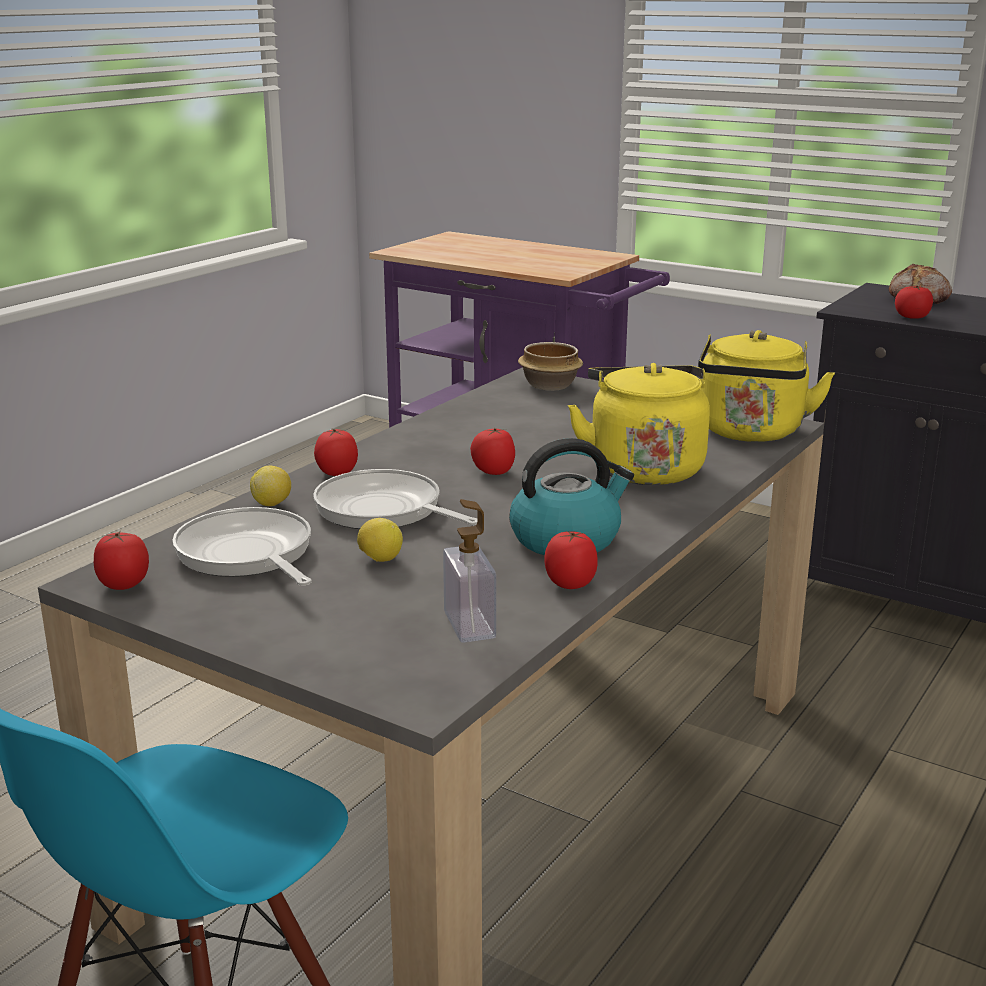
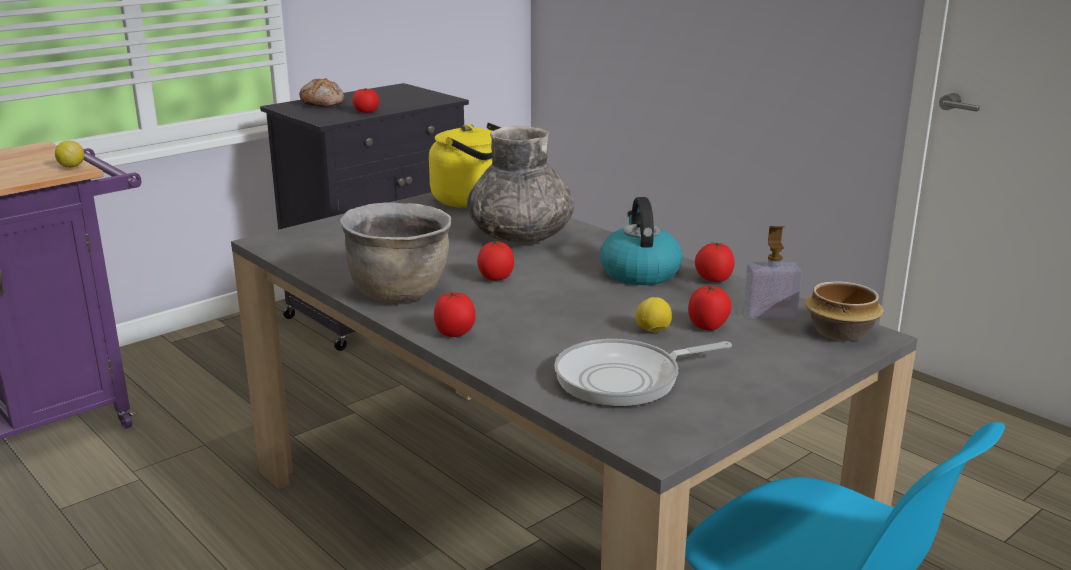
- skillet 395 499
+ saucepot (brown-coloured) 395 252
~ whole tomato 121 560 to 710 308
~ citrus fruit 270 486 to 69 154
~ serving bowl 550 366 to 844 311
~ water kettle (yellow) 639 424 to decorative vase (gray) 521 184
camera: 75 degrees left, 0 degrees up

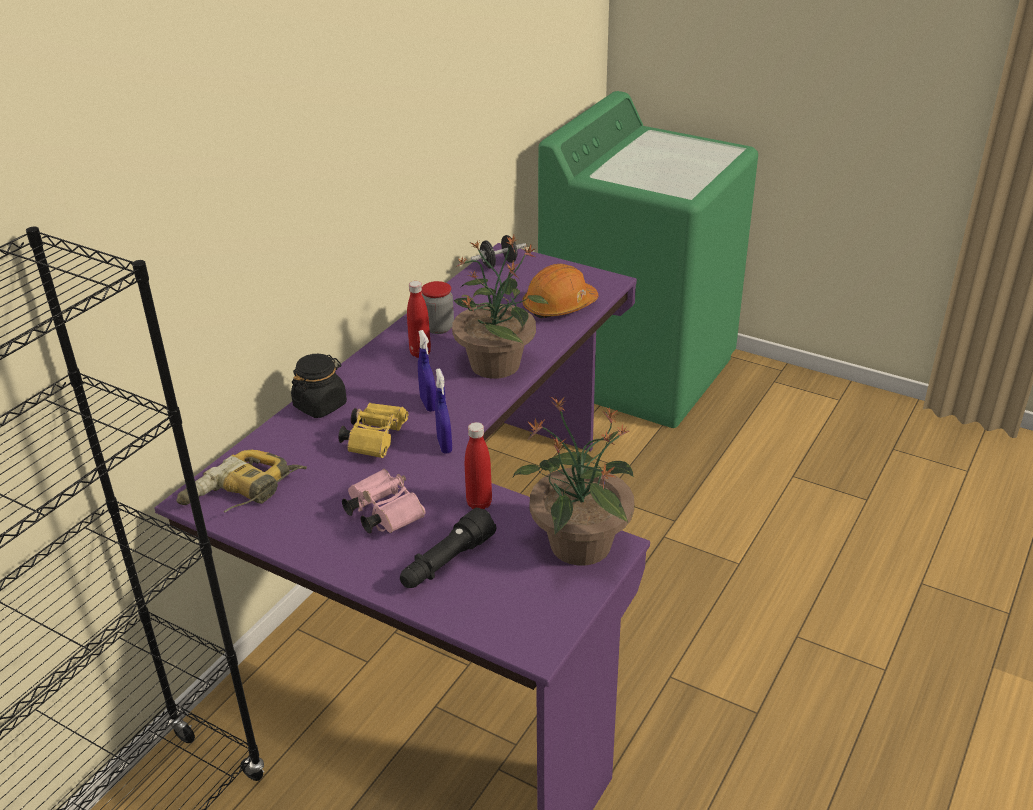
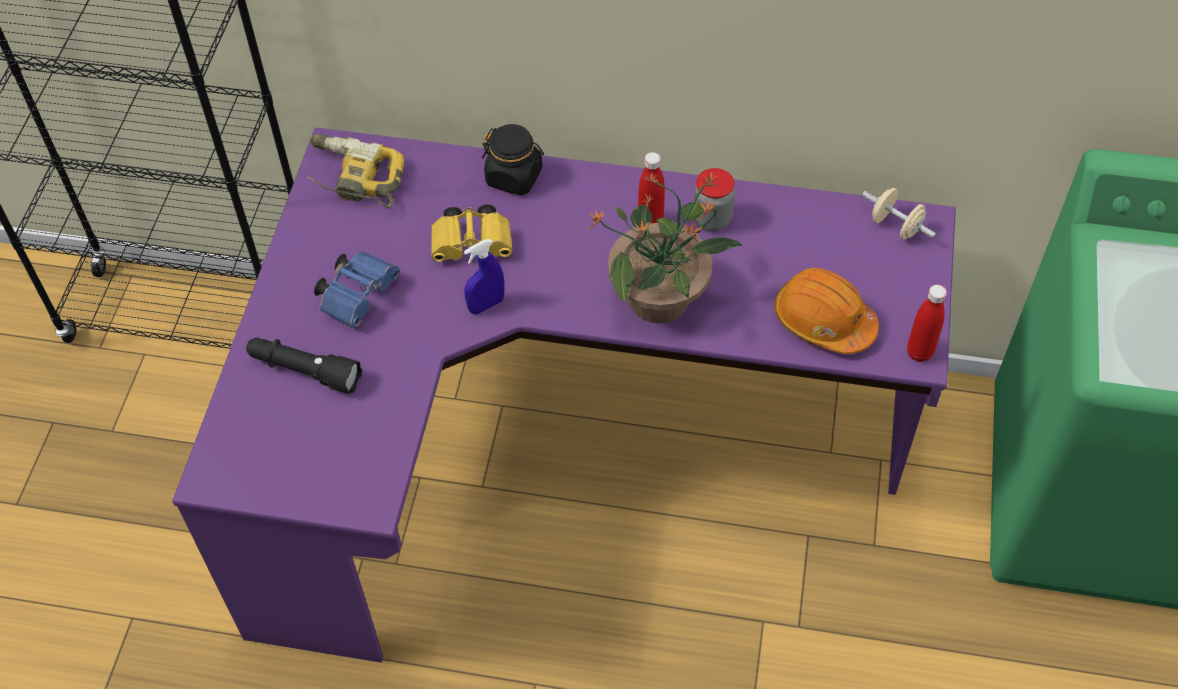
- sprayer (blue-coloured) 427 371
- houseplant 573 481
~ beverage bottle (red-coloured) 478 465 to 927 323
~ binoculars (pink) 384 501 to binoculars (blue-coloured) 357 290
~ free weight (black-coloured) 499 251 to free weight (beige) 899 213
camera: 70 degrees right, 20 degrees up

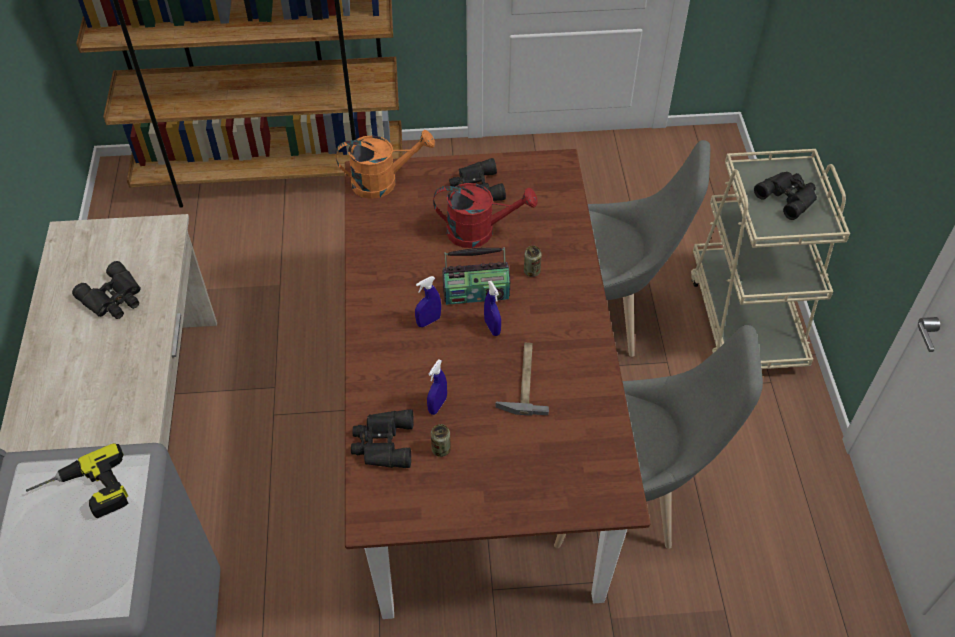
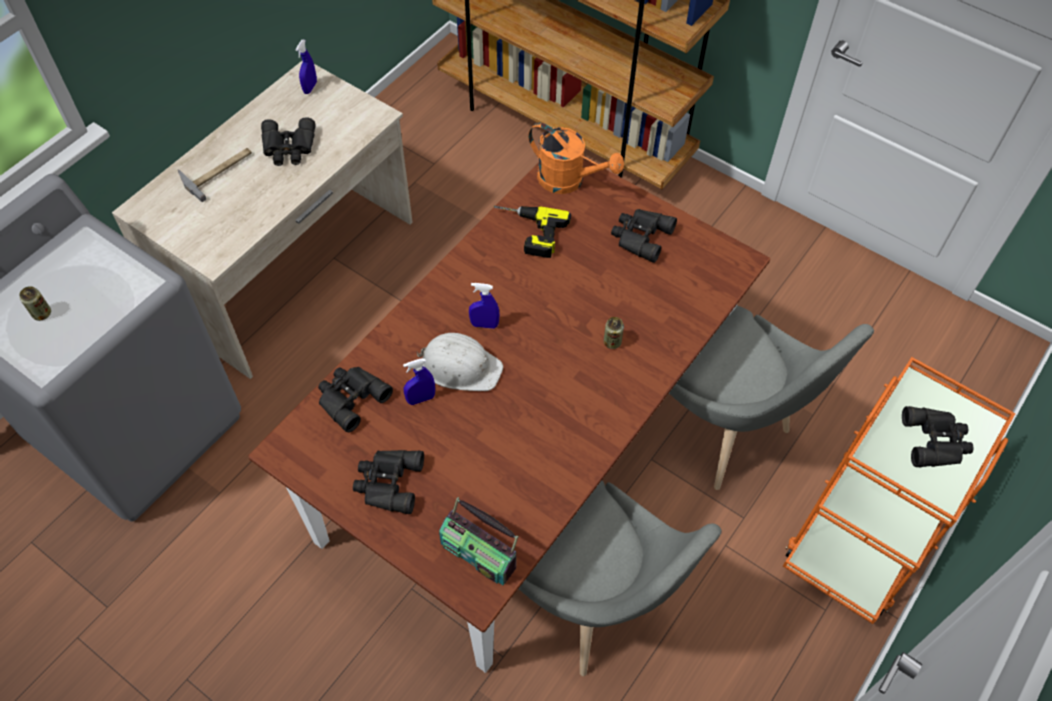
- watering can (red-coloured) 485 215
+ binoculars (black-coloured) 388 482
+ safety helmet (white-coloured) 459 362
~ power drill 77 480 to 532 232
~ metal can 441 440 to 35 303
~ radio 476 276 to 478 541
~ sprayer (blue-coloured) 492 308 to 306 67
~ tool hammer 522 379 to 215 175
~ cart (beige) 770 259 to cart (orangey) 899 490
camera: 40 degrees right, 5 degrees up

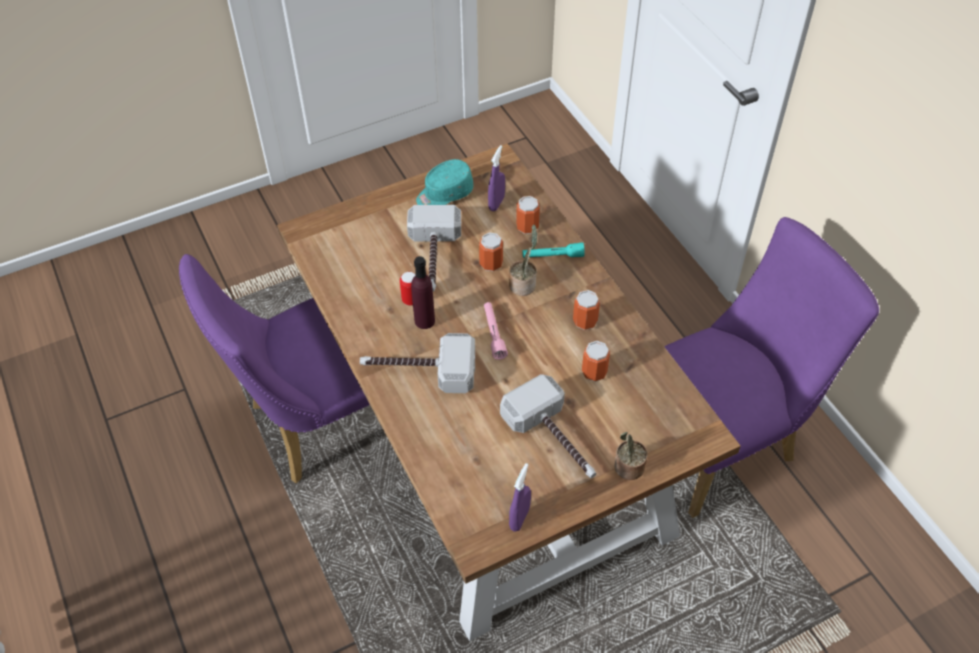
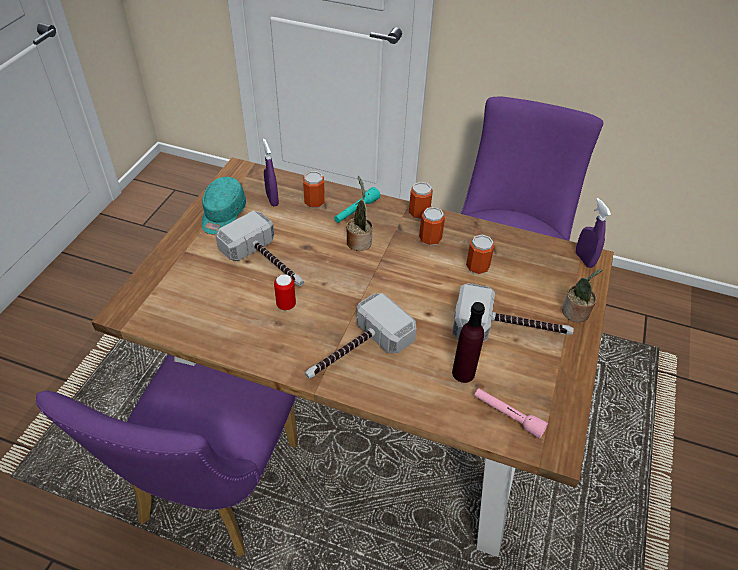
~ beverage bottle (purplish) 423 292 to 468 342
~ metal can 491 251 to 421 201
~ flashlight (pink) 496 331 to 511 413
~ sprayer (purplish) 520 497 to 593 233
camera: 45 degrees left, 5 degrees down

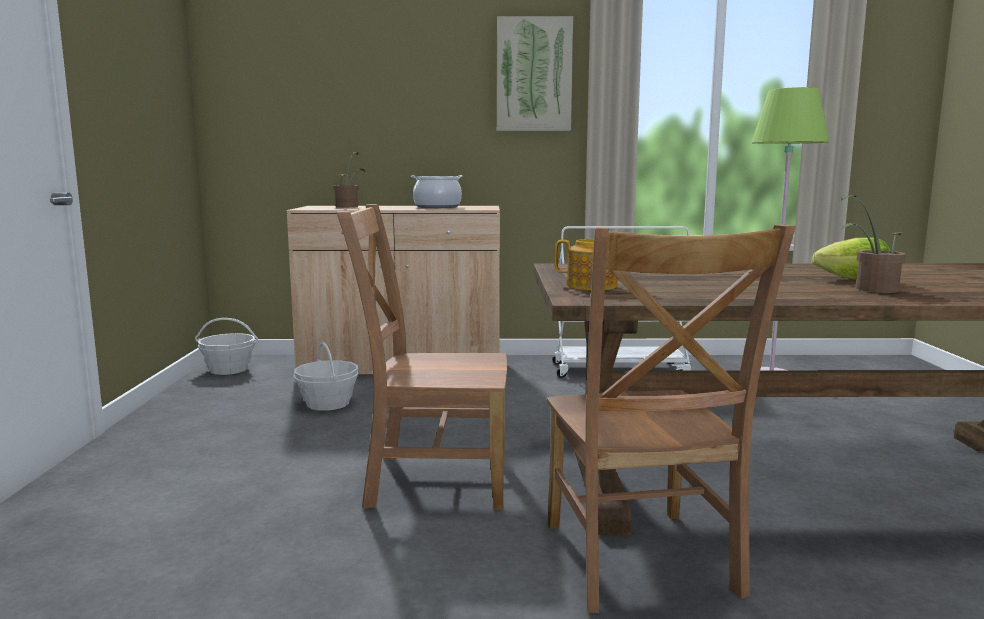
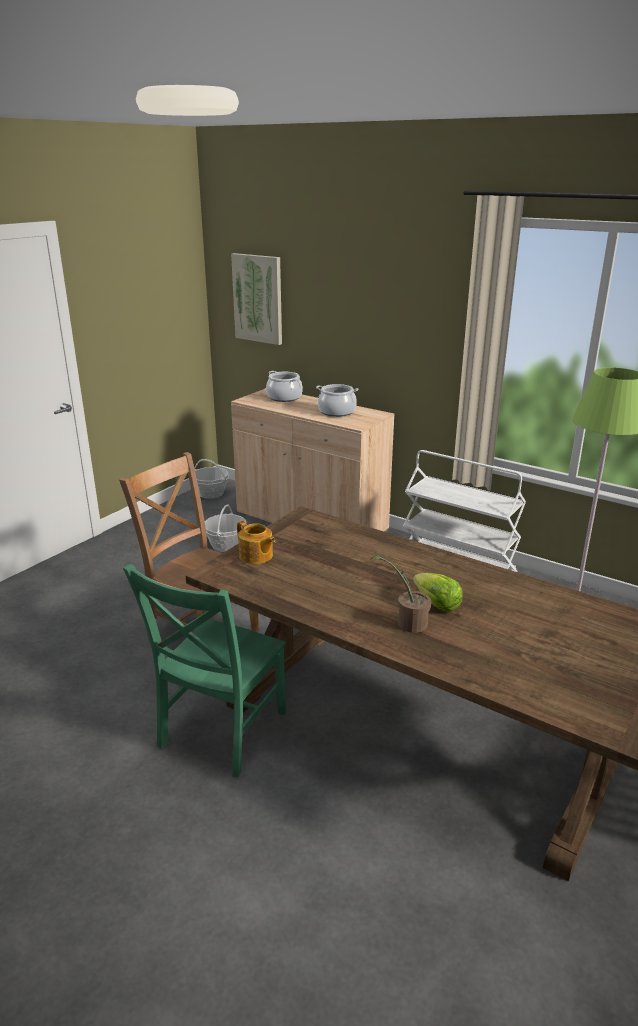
~ wall picture 535 74 to 256 299
~ houseplant 349 180 to saucepot 284 386
~ upright chair (brown-coloured) 671 419 to upright chair (green) 205 670
camera: 35 degrees right, 15 degrees up

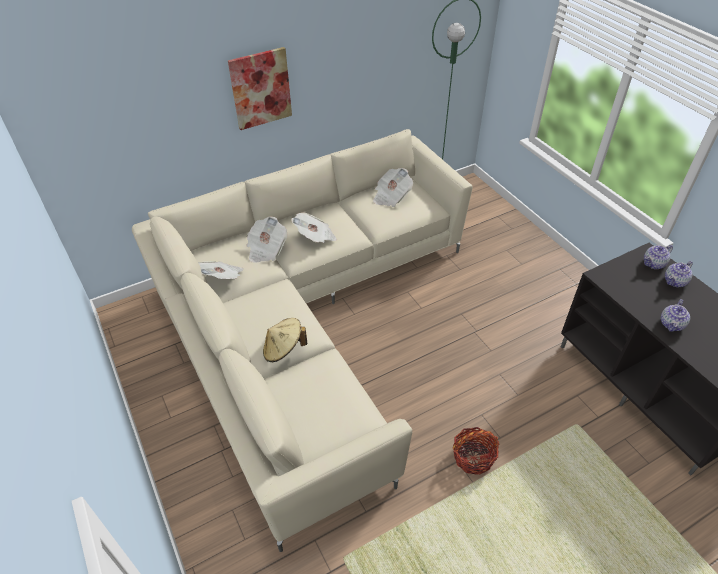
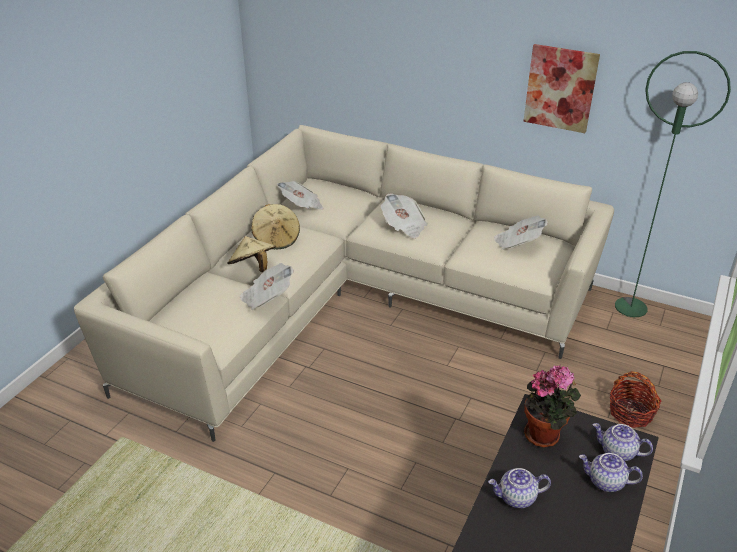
+ clothing hat (beige) 275 226
+ houseplant 552 406
~ wall picture 260 88 to 561 88
~ newspaper 267 239 to 266 286
~ storage basket 476 451 to 635 399
camera: 55 degrees right, 10 degrees down

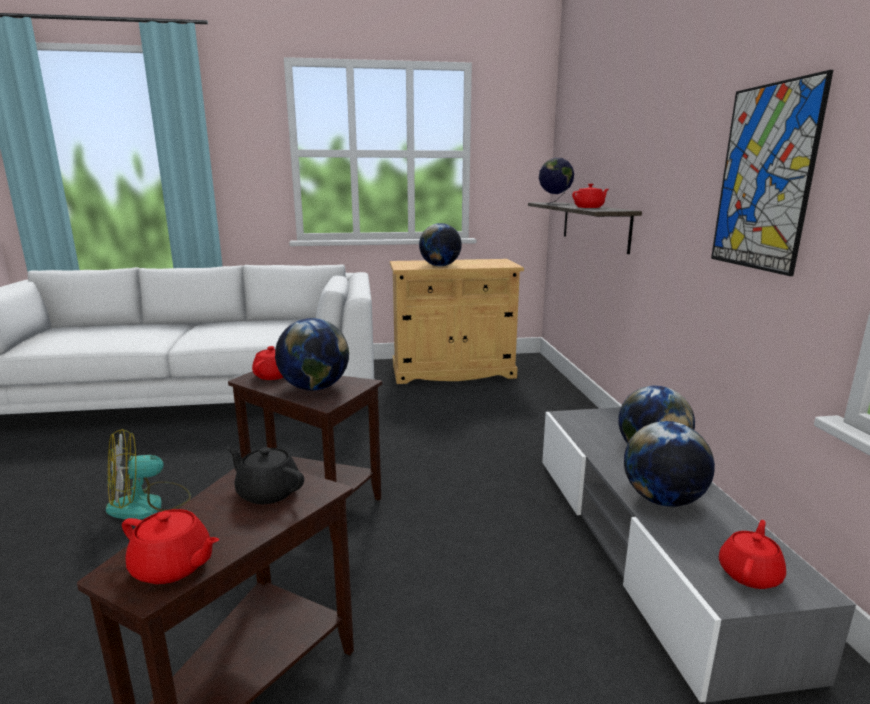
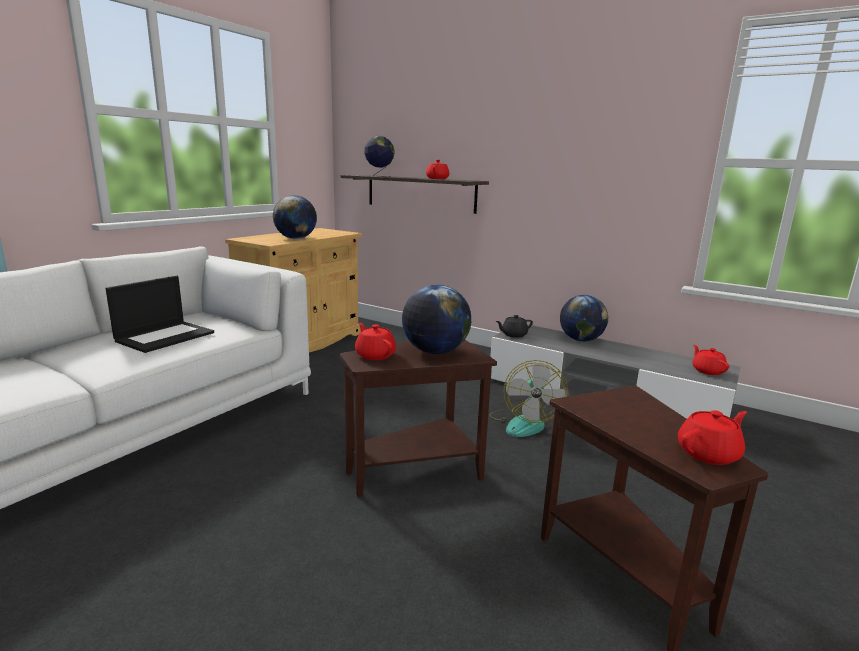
- globe 669 464
- wall picture 772 173
+ laptop 159 314
~ electric fan 148 474 to 528 398
~ pot for tea (black-coloured) 265 475 to 514 326
camera: 50 degrees left, 0 degrees up

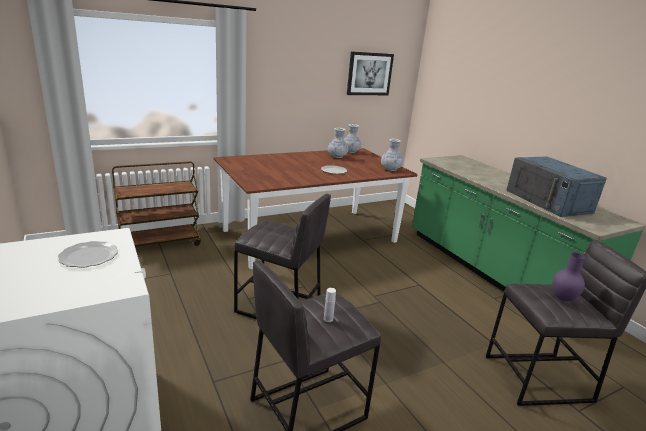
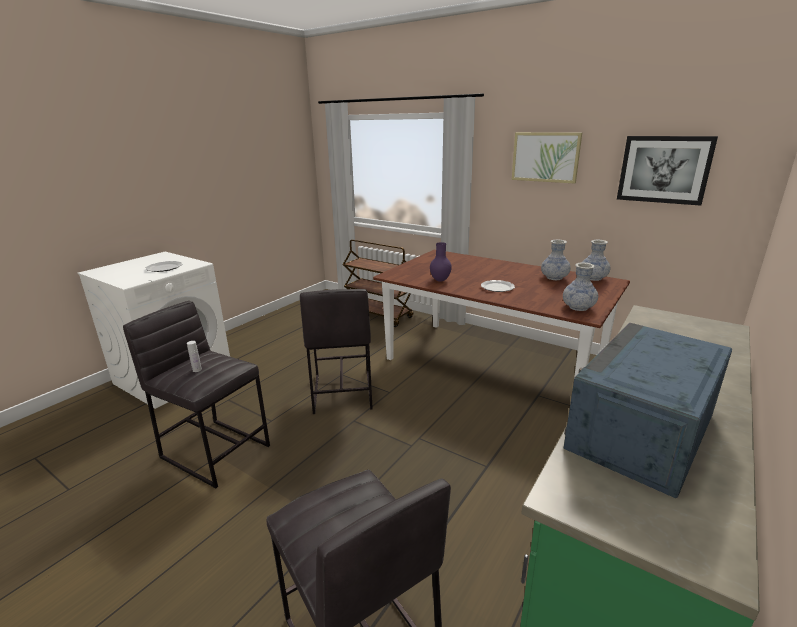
+ wall picture 547 158
~ decorative vase (purplish) 569 276 to 441 262
camera: 65 degrees right, 0 degrees up

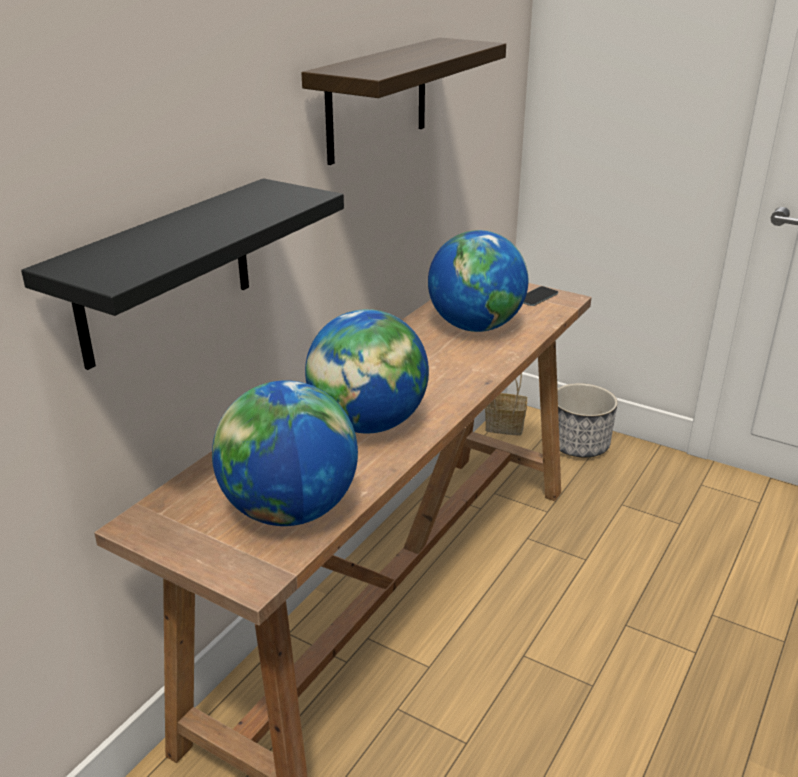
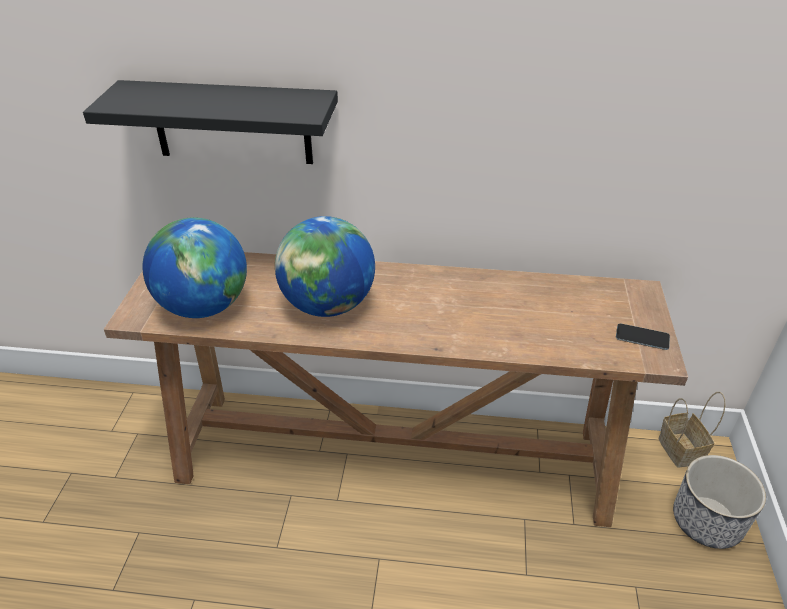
- bracket shelf 403 101
- globe 478 281
camera: 65 degrees right, 10 degrees up

